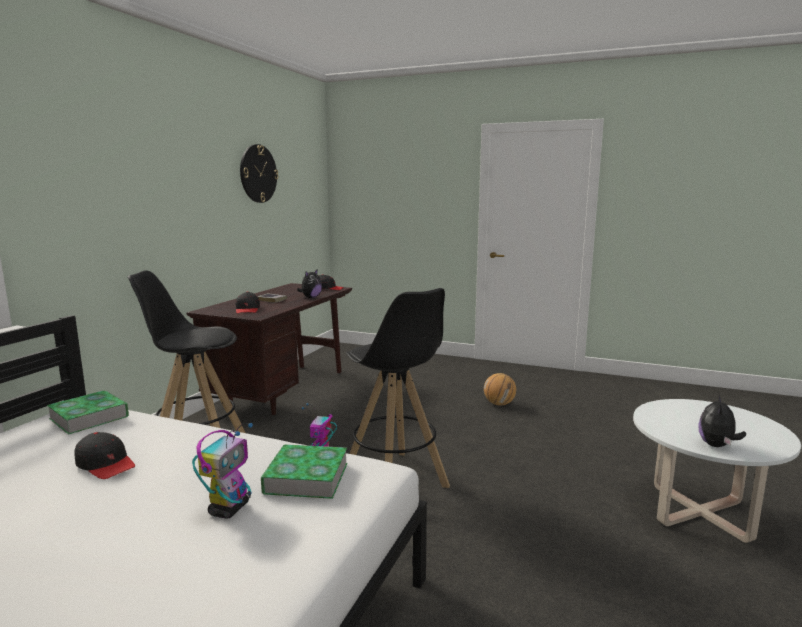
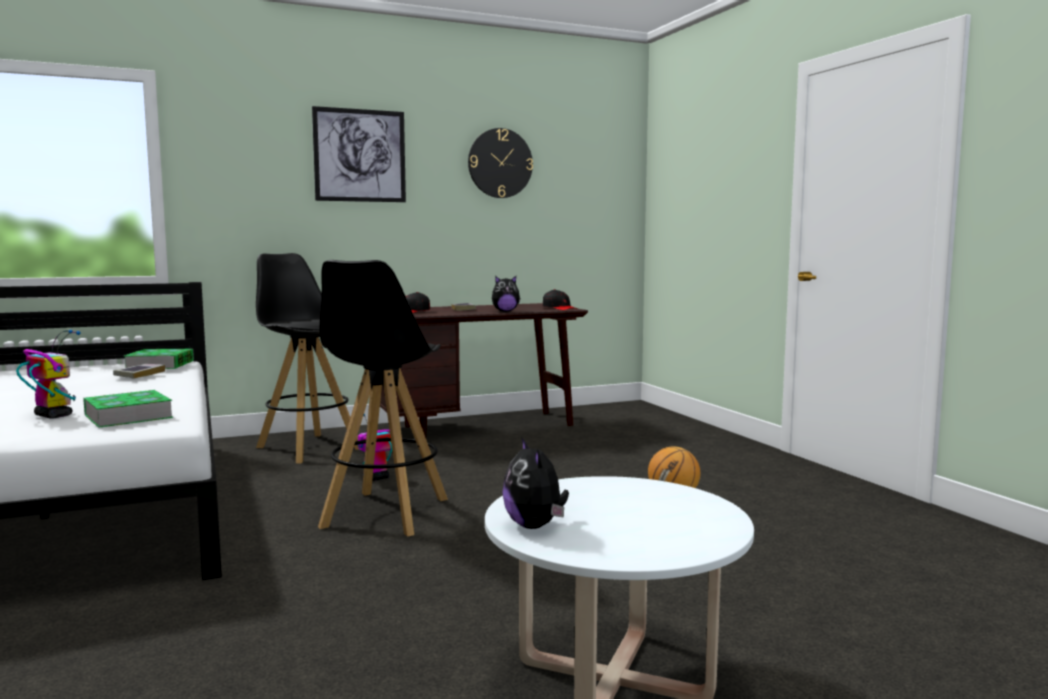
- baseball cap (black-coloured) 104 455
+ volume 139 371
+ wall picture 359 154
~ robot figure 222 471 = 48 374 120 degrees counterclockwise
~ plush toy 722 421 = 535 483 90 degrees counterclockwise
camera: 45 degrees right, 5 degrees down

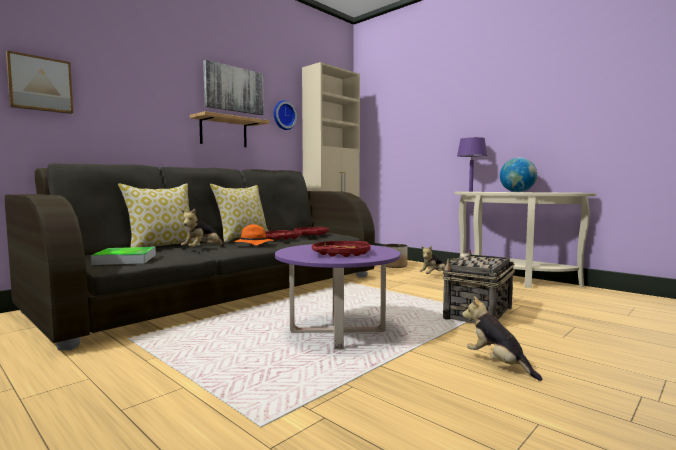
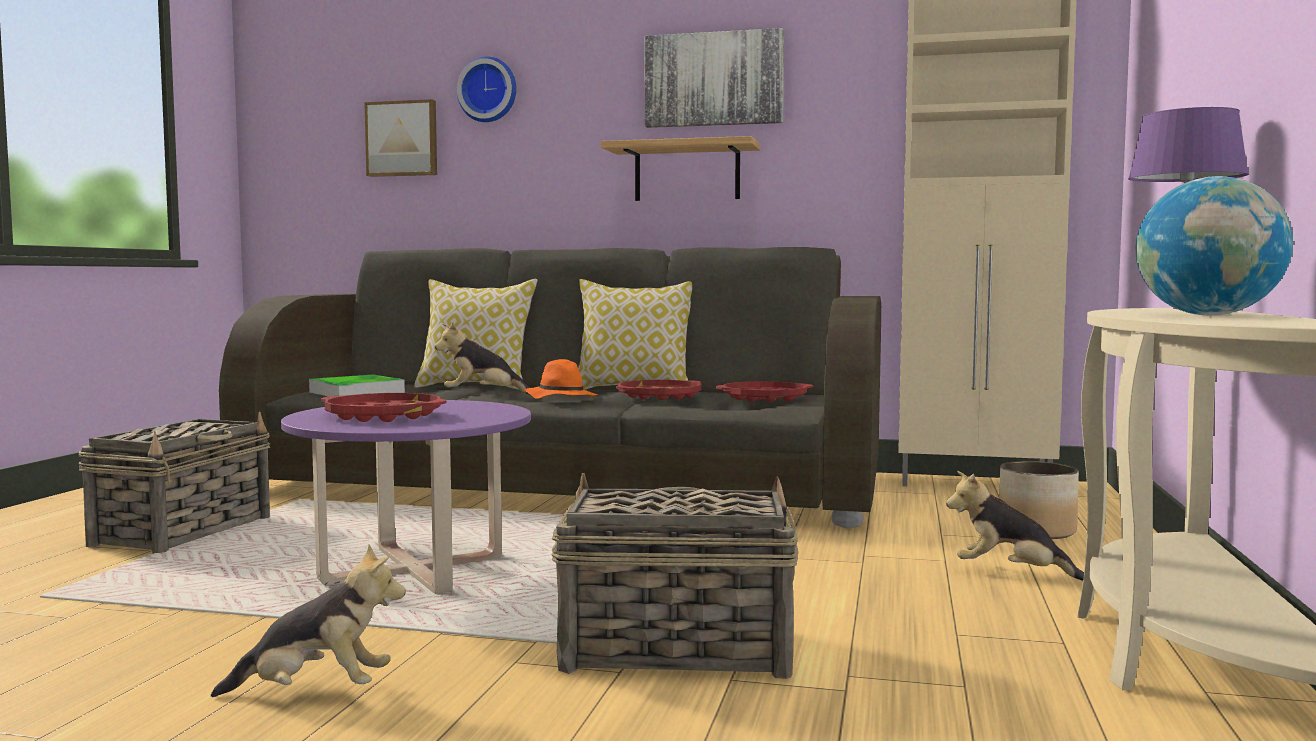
+ storage basket 174 483
~ clock on the wall 285 115 to 486 89
~ plush toy 502 338 = 308 621 60 degrees clockwise
camera: 60 degrees right, 0 degrees up

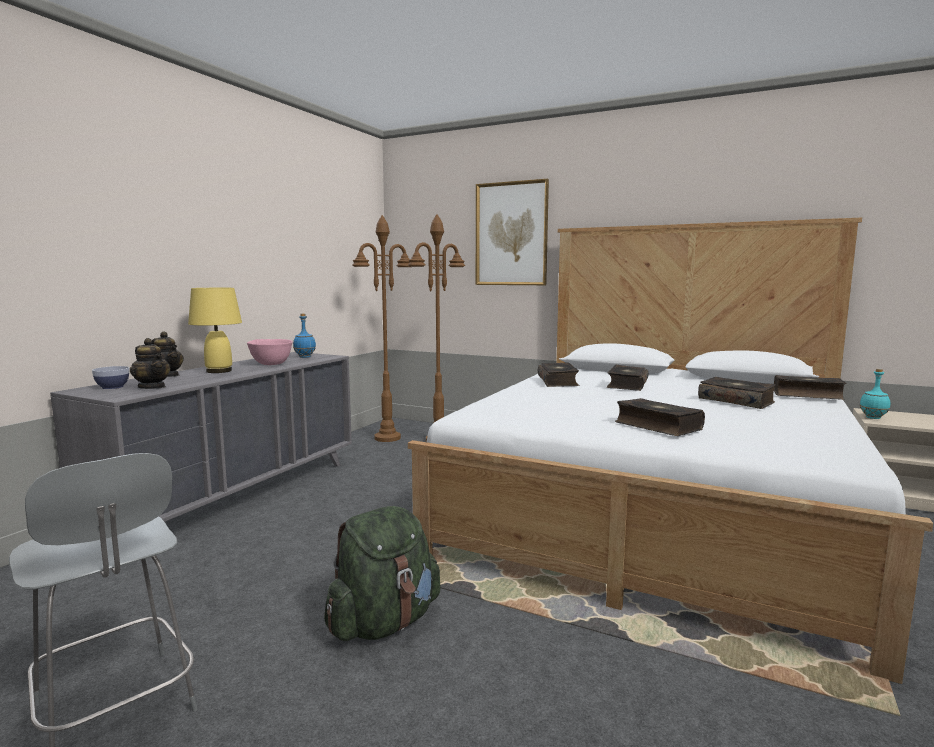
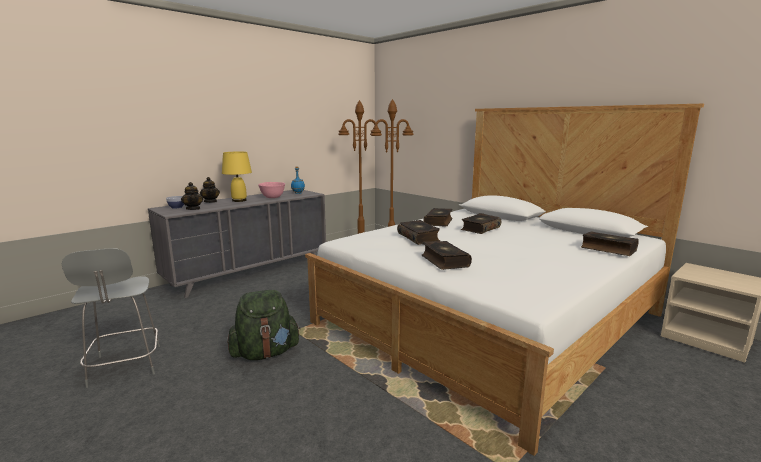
- wall picture 512 232
- beverage bottle (turquoise-coloured) 875 394
~ volume 737 393 to 418 232
camera: 20 degrees right, 5 degrees up

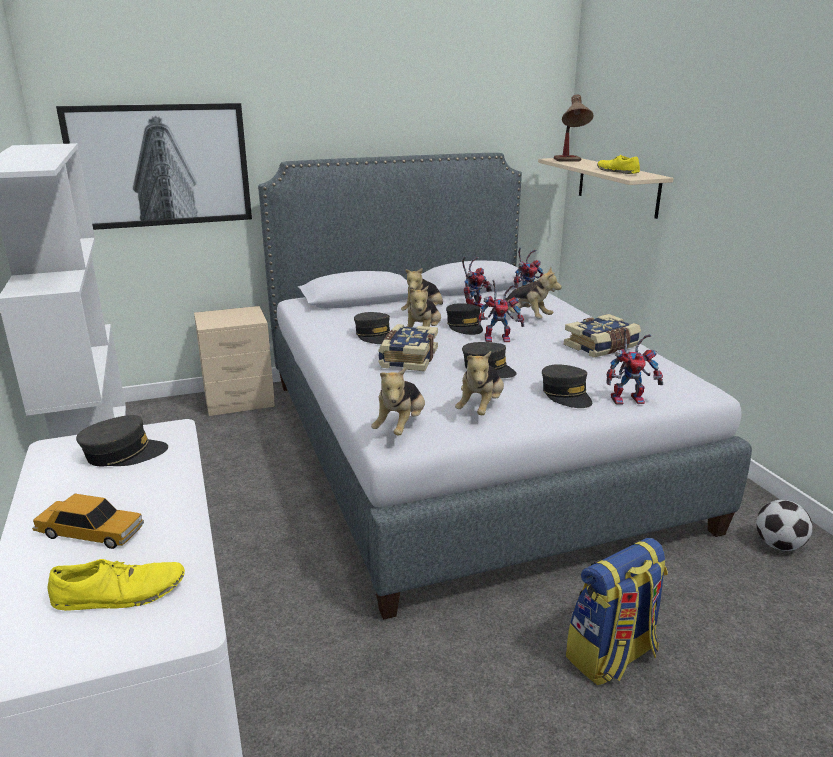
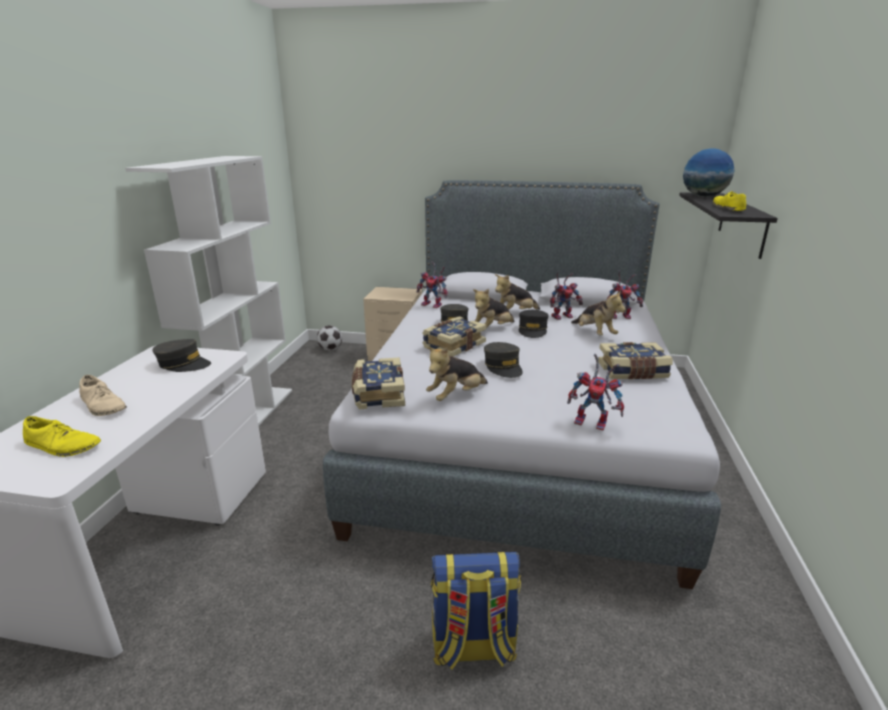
- wall picture 154 166
- baseball cap (gray) 567 386
~ robot figure 501 311 to 432 284
~ football ball 784 525 to 329 337
~ toy car 88 521 to low shoe (beige) 103 395
~ plush toy 398 401 to volume 378 383
~ lamp for a table 573 127 to globe 709 172
~ bracket shelf (beige) 606 188 to bracket shelf (black-coloured) 728 225
camera: 30 degrees right, 0 degrees up

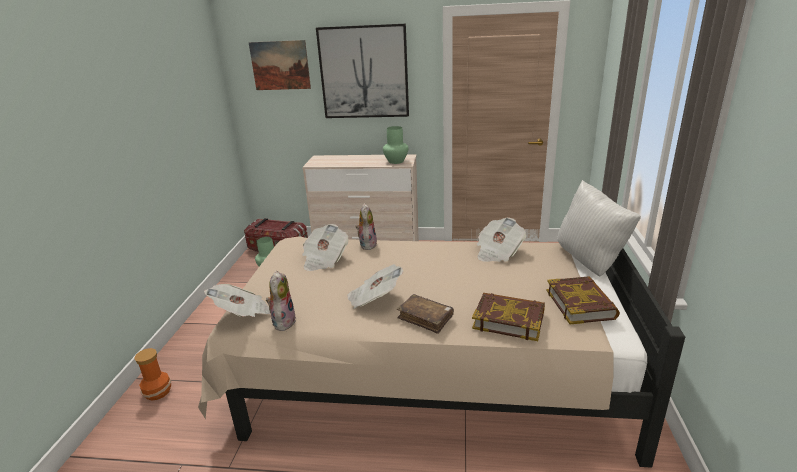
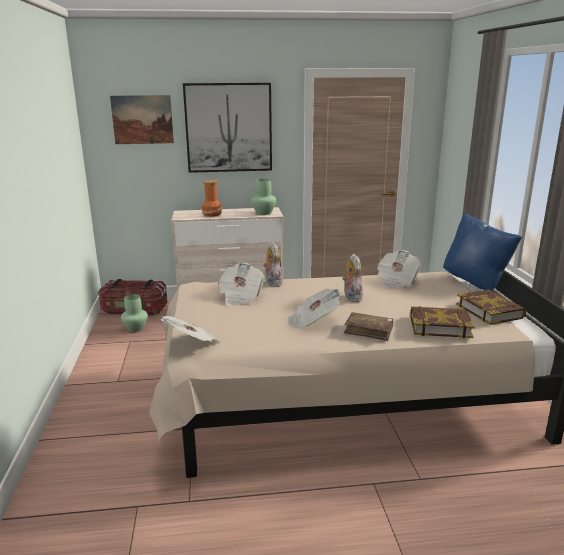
~ decorative vase 152 374 to 212 198
~ plush toy 281 301 to 352 277
~ cushion (white-coloured) 599 228 to cushion (blue-coloured) 482 252
camera: 15 degrees left, 5 degrees down

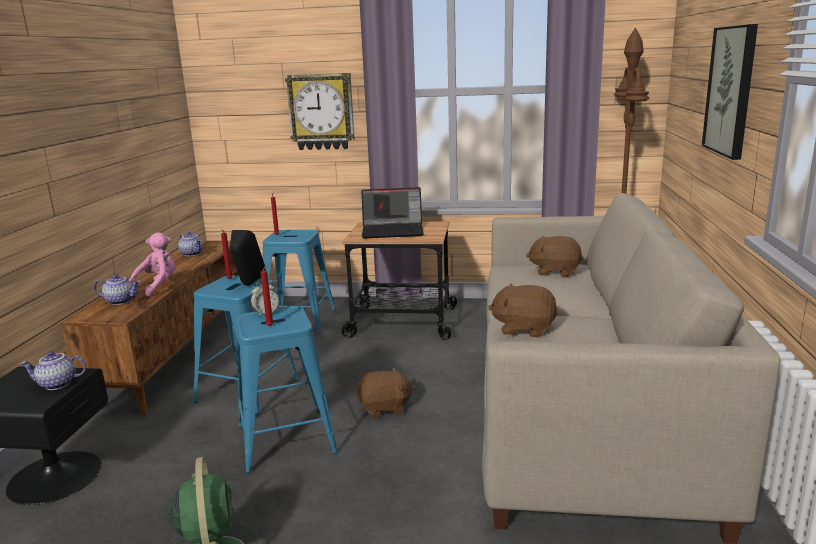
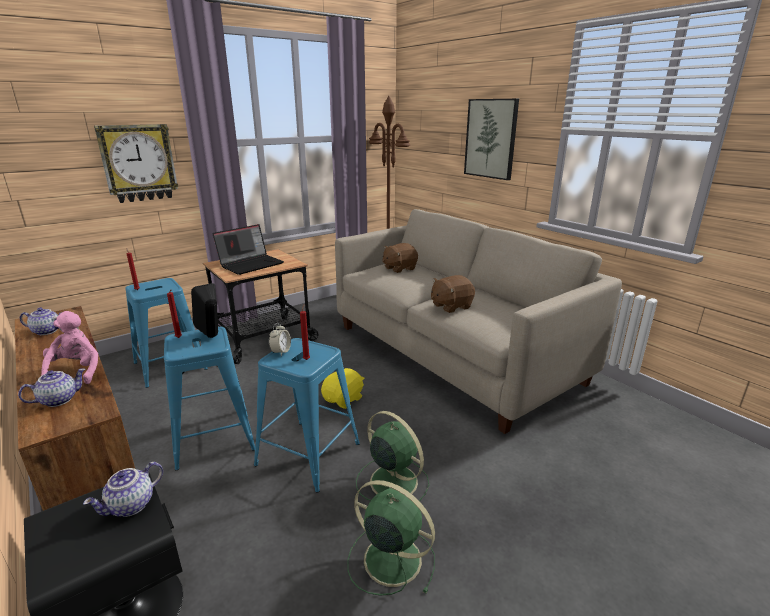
+ electric fan (green) 392 456
~ plush toy (brown-coloured) 386 392 to plush toy (yellow) 343 388
camera: 45 degrees left, 5 degrees up

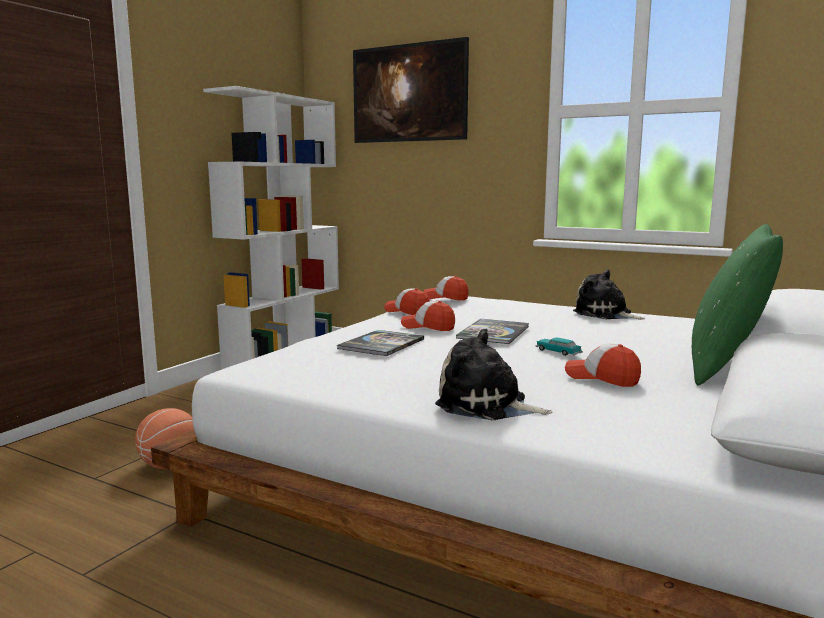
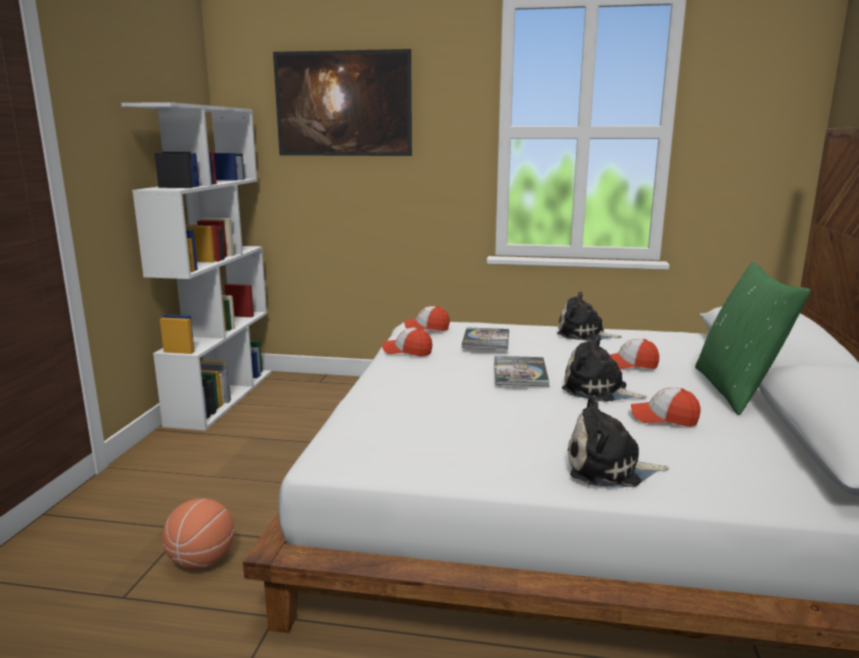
~ volume 380 343 to 485 338
~ baseball cap 428 316 to 634 354
~ toy car 559 346 to plush toy 604 368
camera: 20 degrees left, 5 degrees up

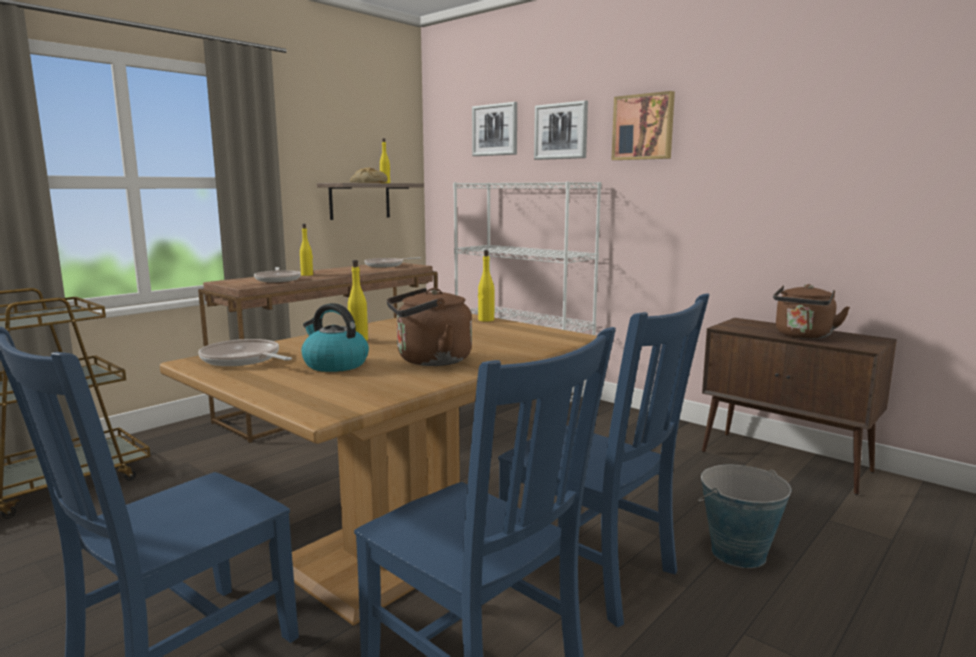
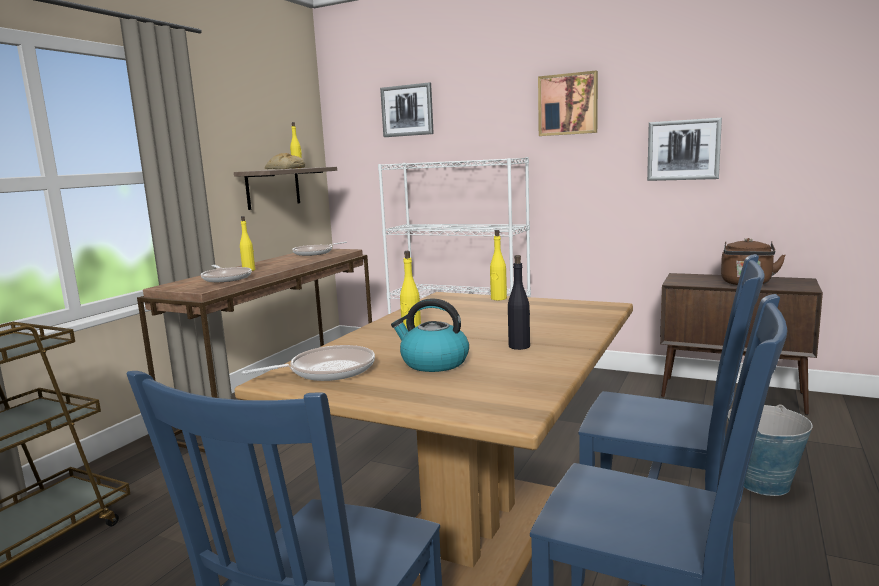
~ wall picture 561 130 to 684 149
~ water kettle (brown-coloured) 429 327 to beverage bottle (black-coloured) 519 302
~ skillet 245 352 = 308 363 135 degrees clockwise
camera: 15 degrees left, 0 degrees up

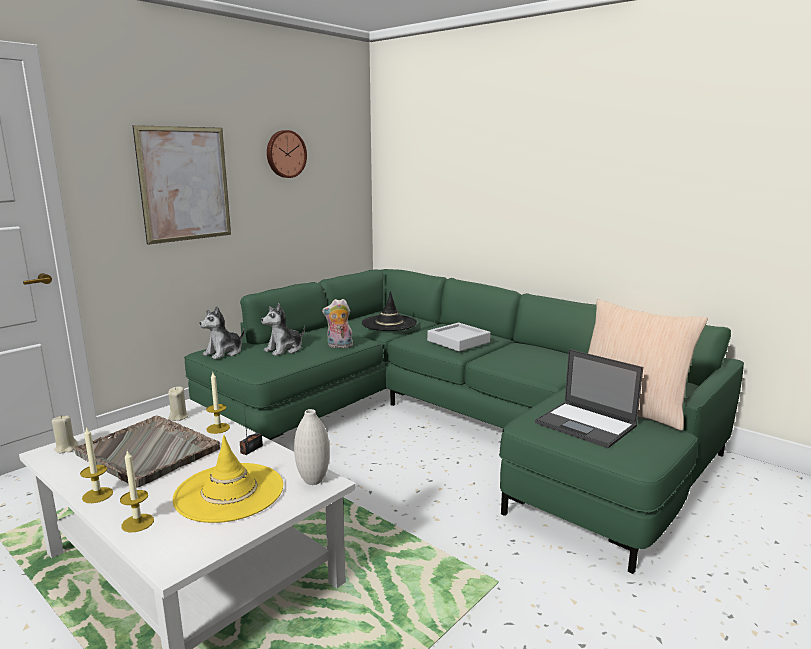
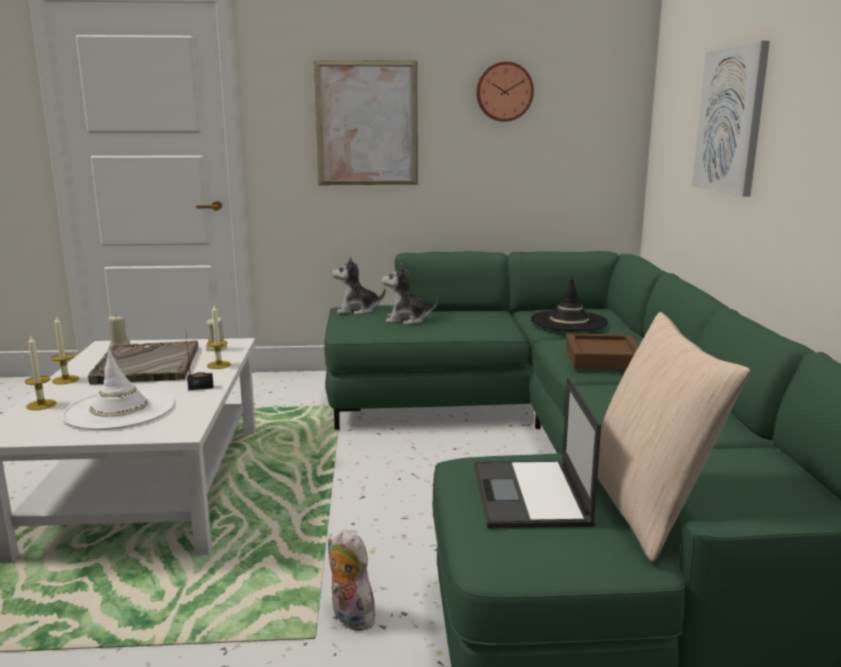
- decorative vase (white-coloured) 312 447
+ wall picture 731 119
~ plush toy 337 323 to 352 580
~ clothing hat (yellow) 228 479 to clothing hat (white-coloured) 118 389
~ tray (gray) 459 337 to tray (brown-coloured) 602 352
camera: 45 degrees right, 0 degrees up

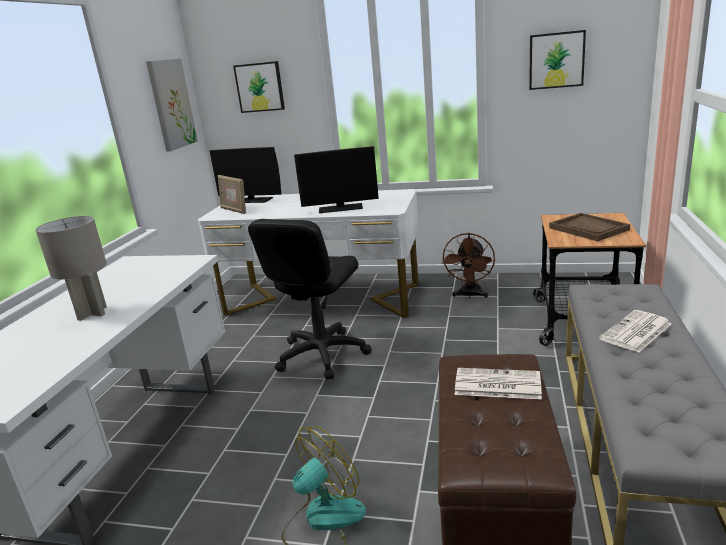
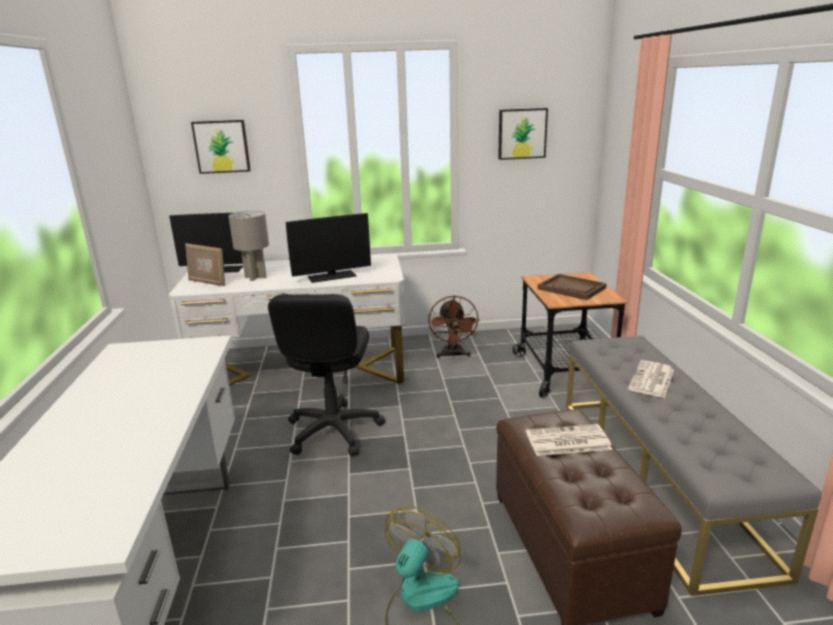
- wall picture 172 105
~ lamp for a table (gray) 71 268 to 248 246
camera: 20 degrees left, 0 degrees up

